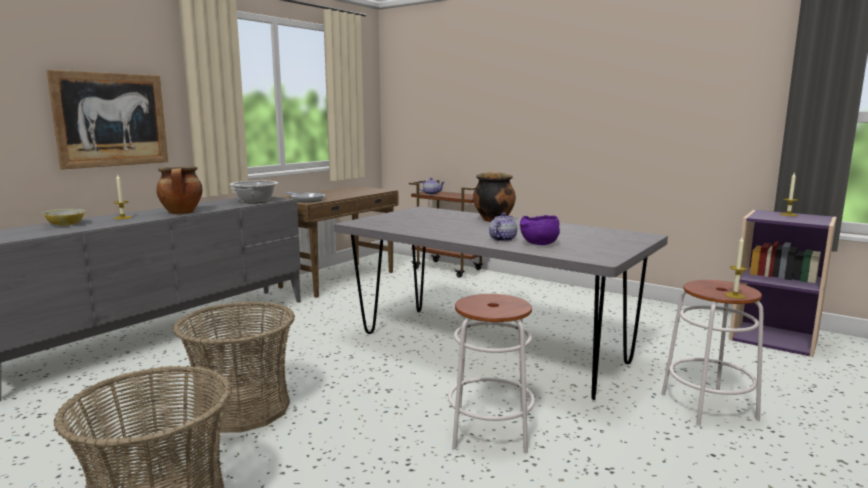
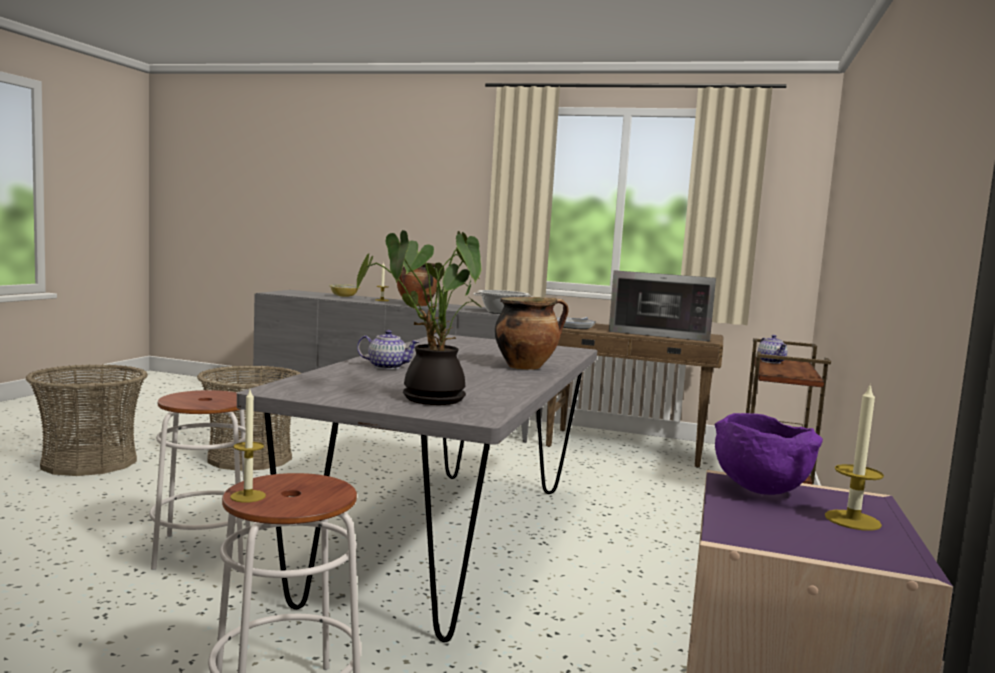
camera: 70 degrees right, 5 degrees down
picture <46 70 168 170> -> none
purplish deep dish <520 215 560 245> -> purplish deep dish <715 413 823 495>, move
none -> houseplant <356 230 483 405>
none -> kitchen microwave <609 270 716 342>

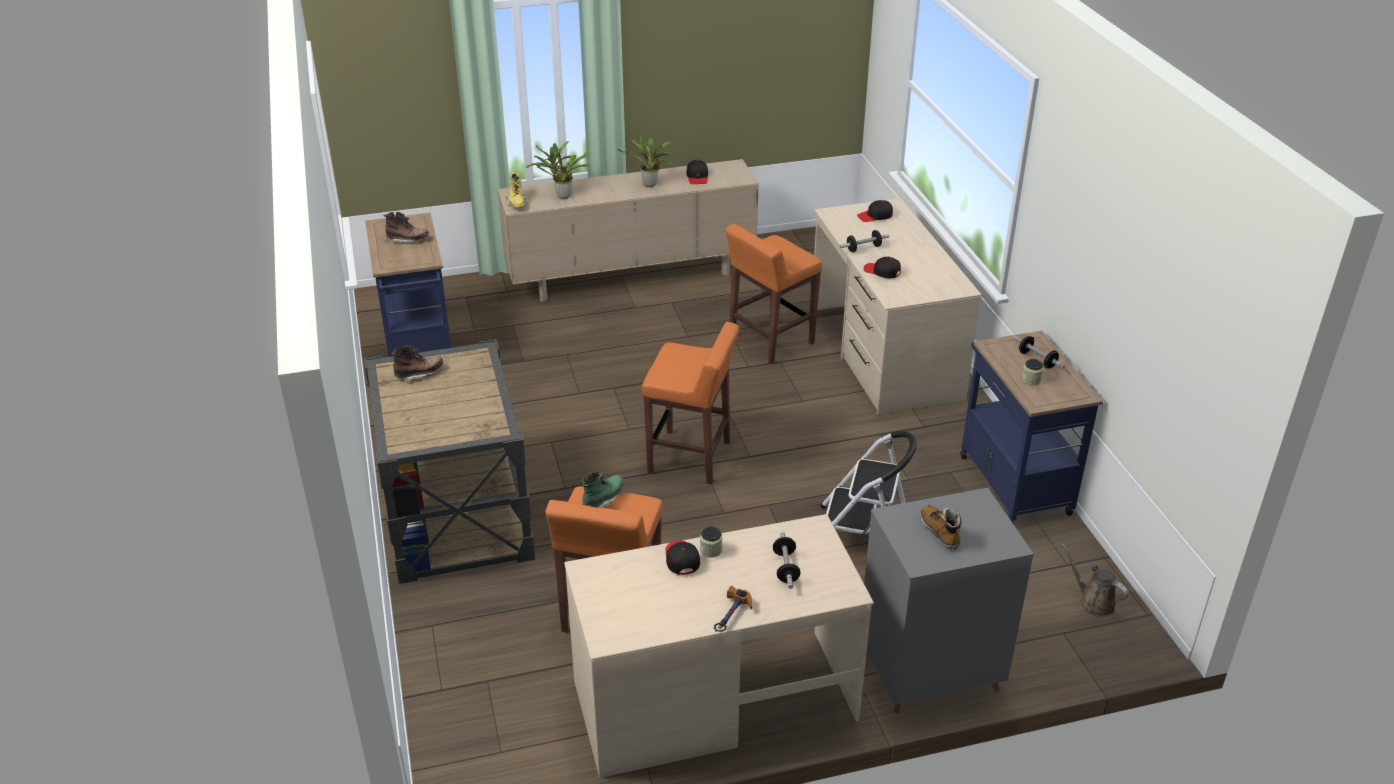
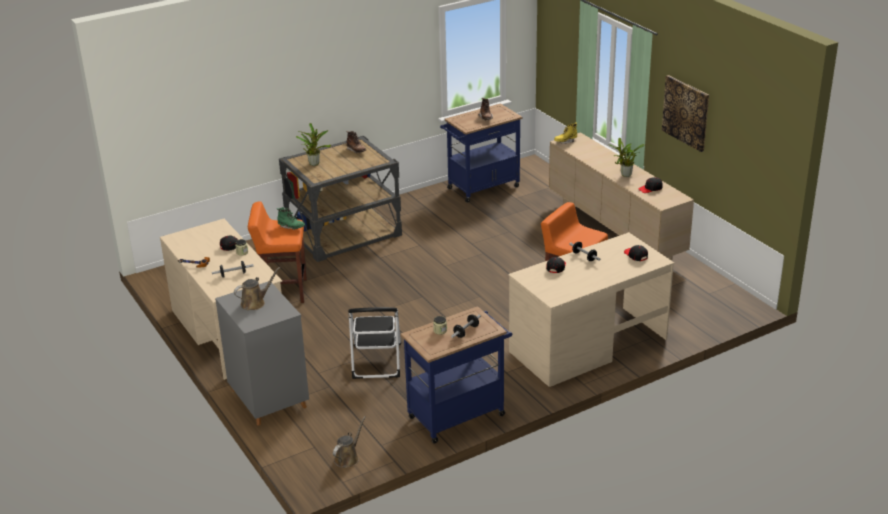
camera: 75 degrees right, 5 degrees down
houseplant <526 141 590 199> -> houseplant <296 123 331 166>, move
orange-coloured sitting stool <642 322 739 484> -> none
high-top boot <920 505 961 550> -> brown-coloured watering can <234 267 280 310>
none -> picture <662 75 709 152>

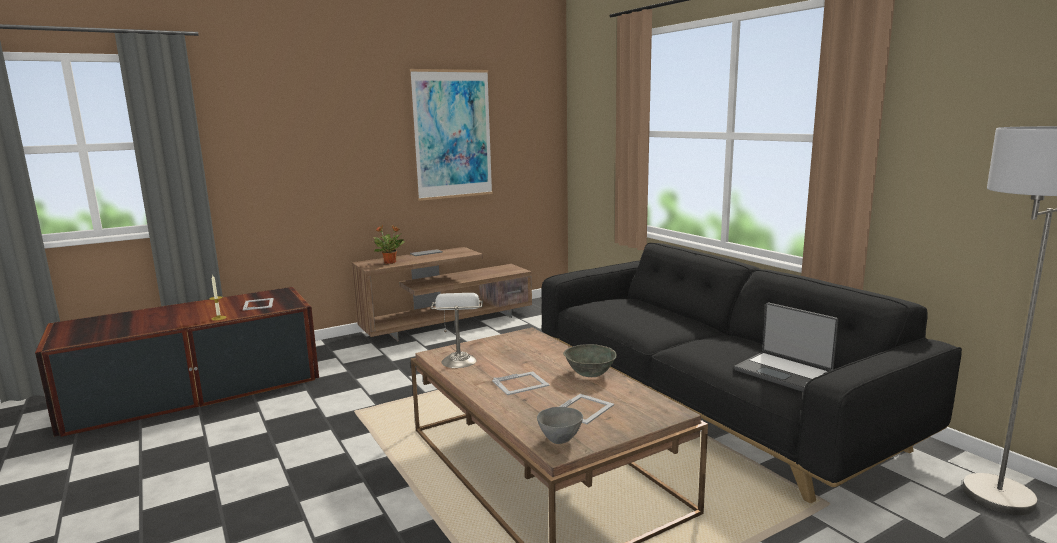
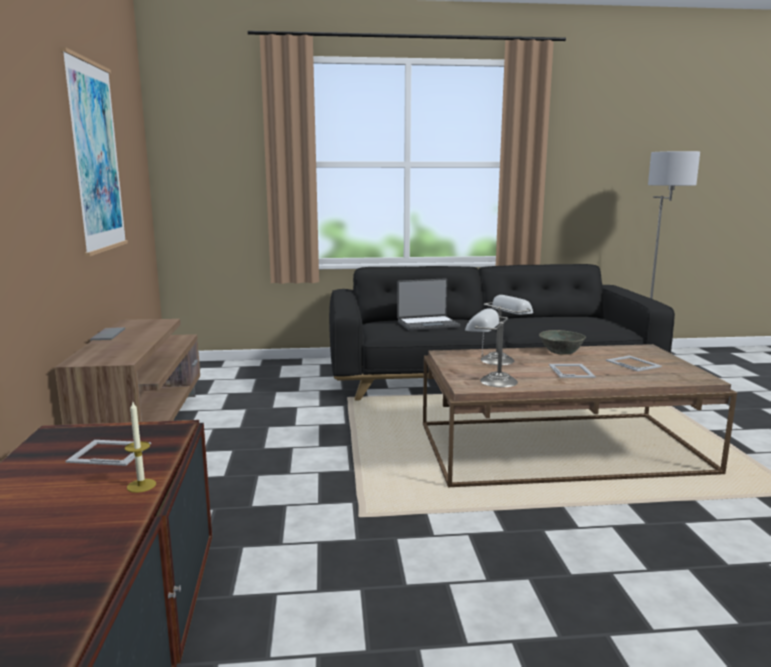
camera: 65 degrees left, 0 degrees up
houseplant <373 225 405 264> -> none
laptop <734 302 839 392> -> laptop <397 278 460 331>, move
gray deep dish <537 407 583 444> -> none
none -> white table lamp <481 295 533 365>

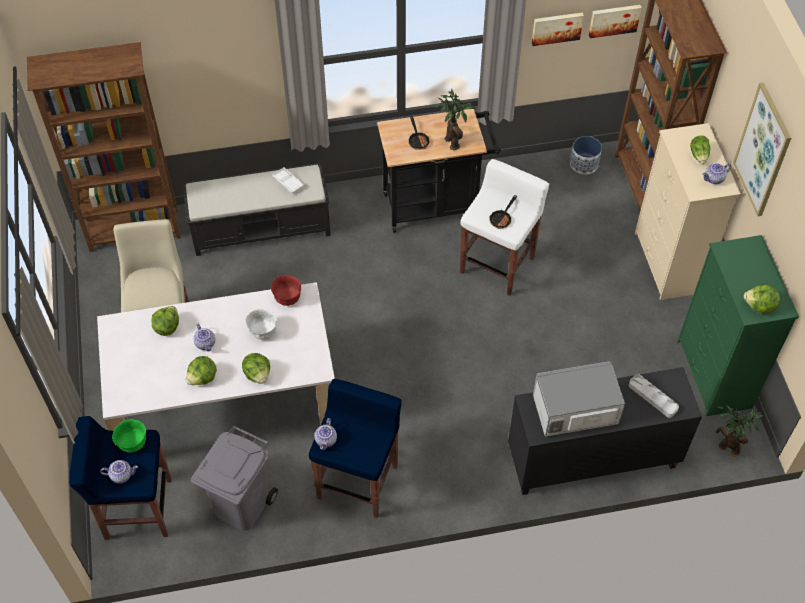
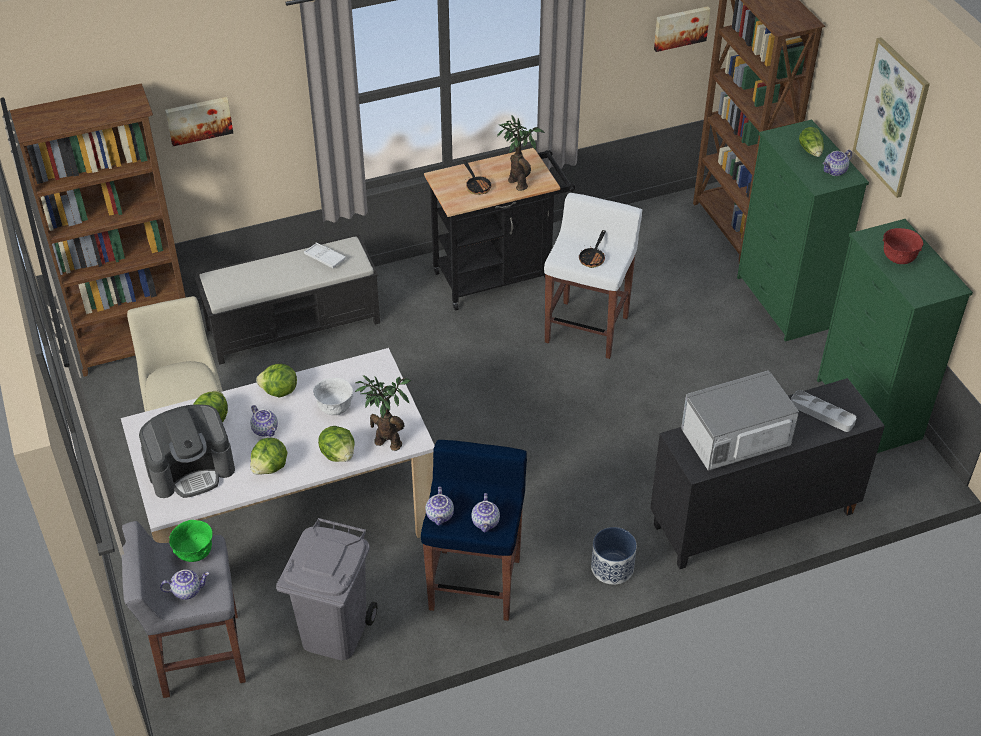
camera: 10 degrees left, 10 degrees down
picture <532 12 584 46> -> picture <165 97 233 146>, move
beige chest of drawers <635 123 741 300> -> green-coloured chest of drawers <737 120 869 341>
planter <570 136 602 174> -> planter <591 527 637 585>, move
red-coloured deep dish <271 275 301 306> -> red-coloured deep dish <883 228 923 264>, move
lettuce <744 285 780 314> -> lettuce <256 364 297 398>, move
houseplant <716 405 763 456> -> houseplant <355 375 411 451>, move
bluish sitting stool <69 416 172 540> -> gray sitting stool <121 521 246 698>
none -> coffee maker <139 404 235 498>
none -> teapot <471 493 500 532>

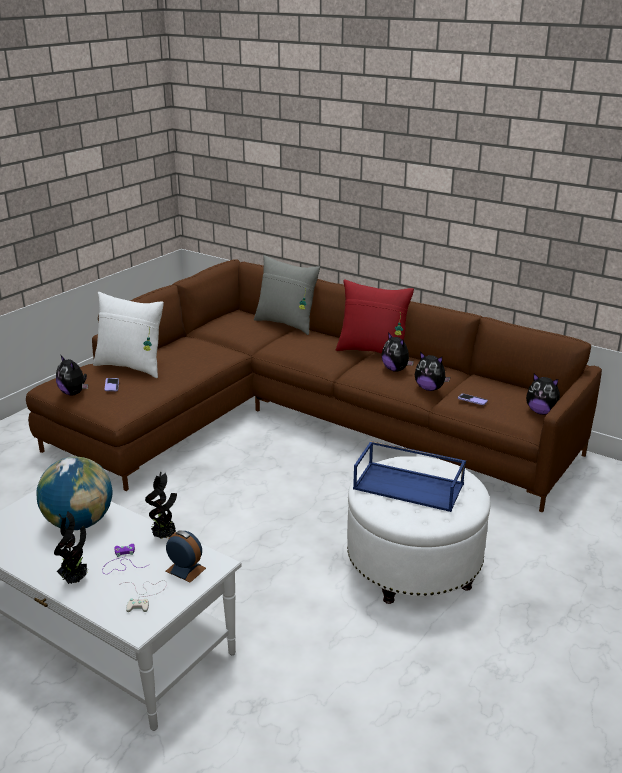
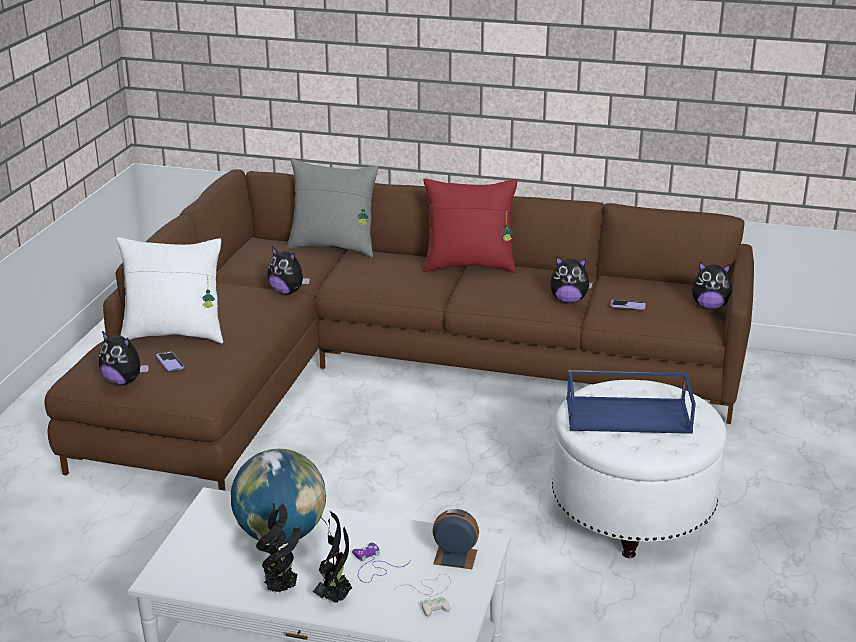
camera: 20 degrees left, 0 degrees up
cuddly toy <381 332 414 372> -> cuddly toy <267 247 310 295>, move
houseplant <145 472 177 539> -> houseplant <256 503 301 592>, move

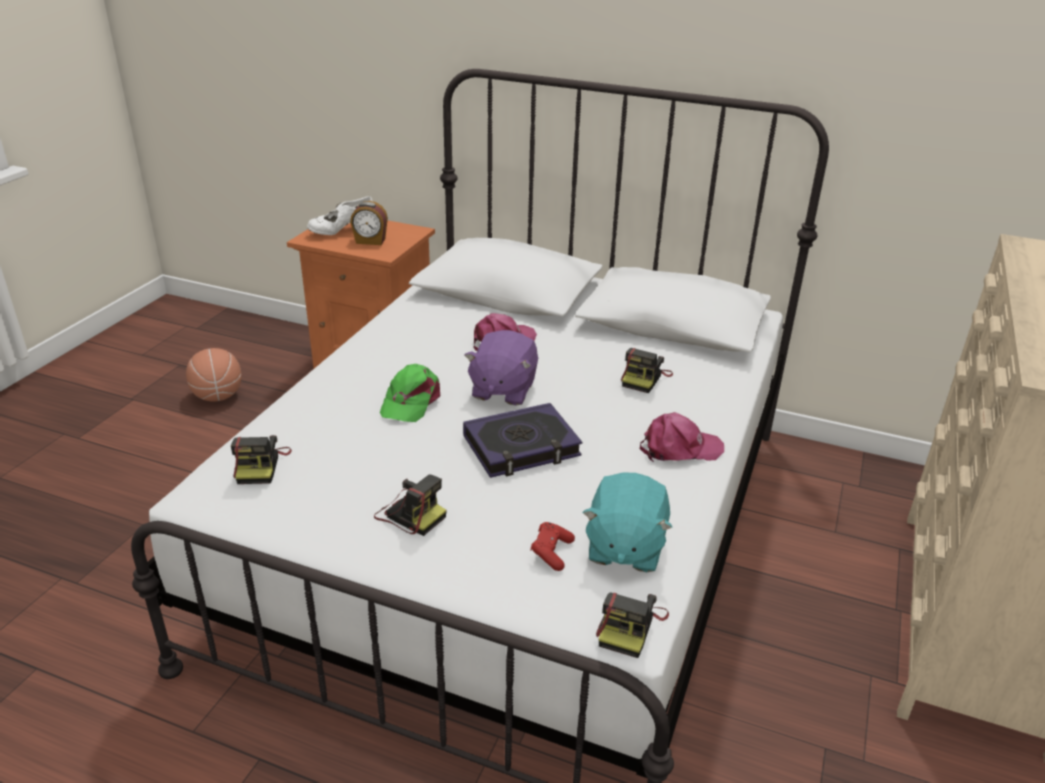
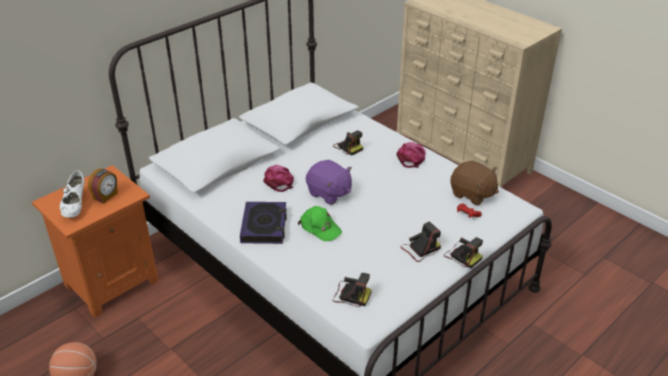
camera: 65 degrees left, 5 degrees up
book <463 403 582 478> -> book <240 202 287 244>, move
turquoise-coloured cuddly toy <582 472 672 572> -> brown-coloured cuddly toy <451 160 499 206>
photo camera <596 593 669 658> -> photo camera <444 237 483 268>, move

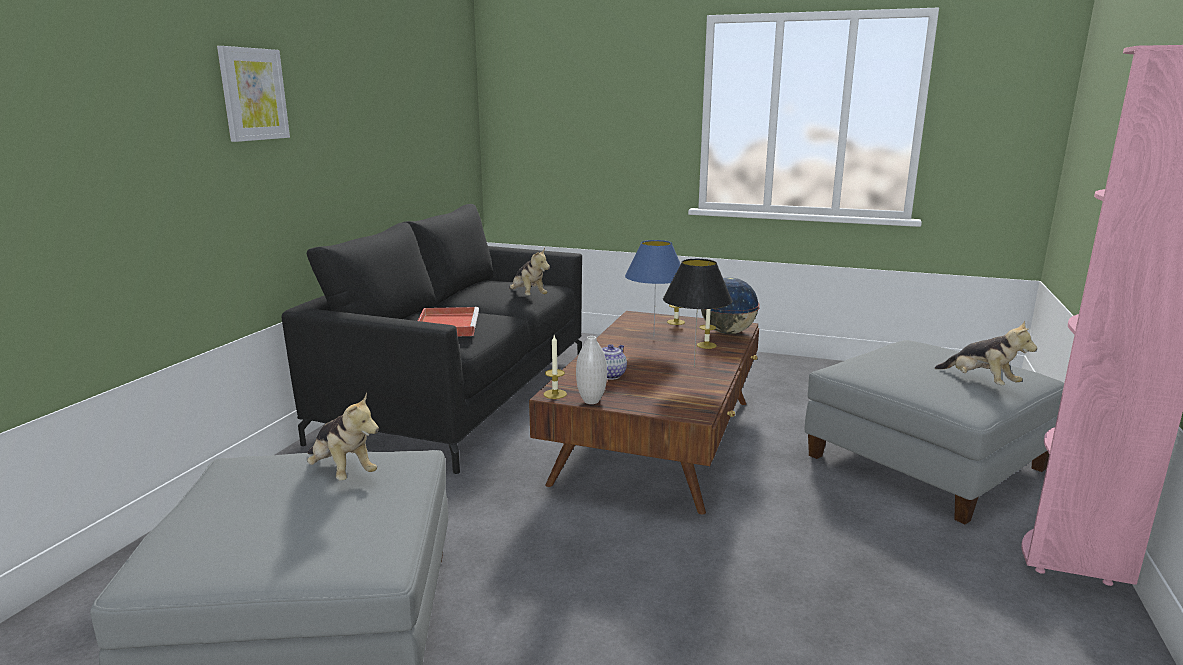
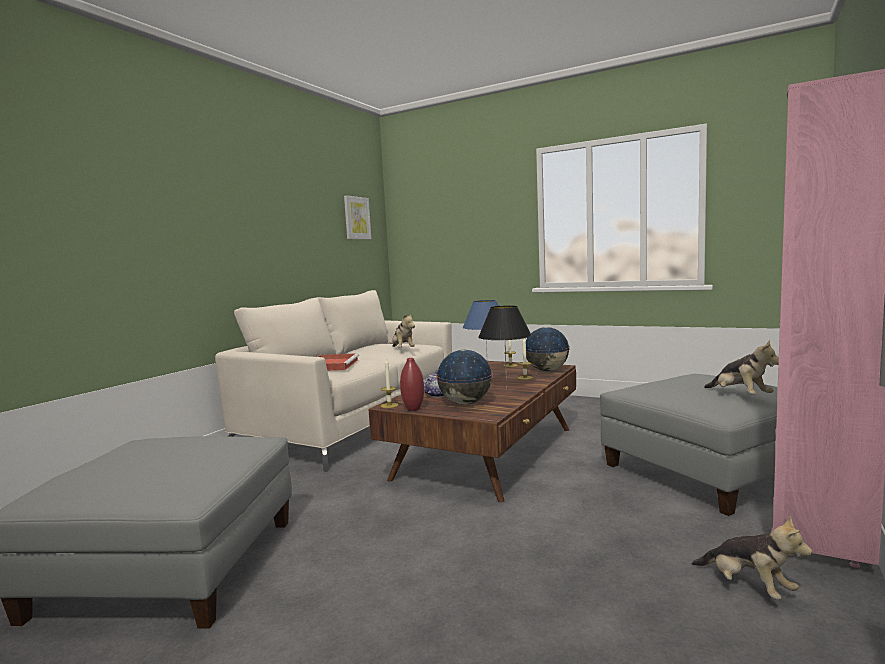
camera: 10 degrees right, 10 degrees down
picture <217 46 290 142> -> picture <344 196 371 239>, move
black couch <282 204 582 474> -> beige couch <215 290 452 472>
white decorative vase <576 336 607 404> -> red-coloured decorative vase <400 358 424 411>
cuddly toy <307 392 379 480> -> cuddly toy <692 516 812 600>, move
none -> desk globe <436 350 493 405>

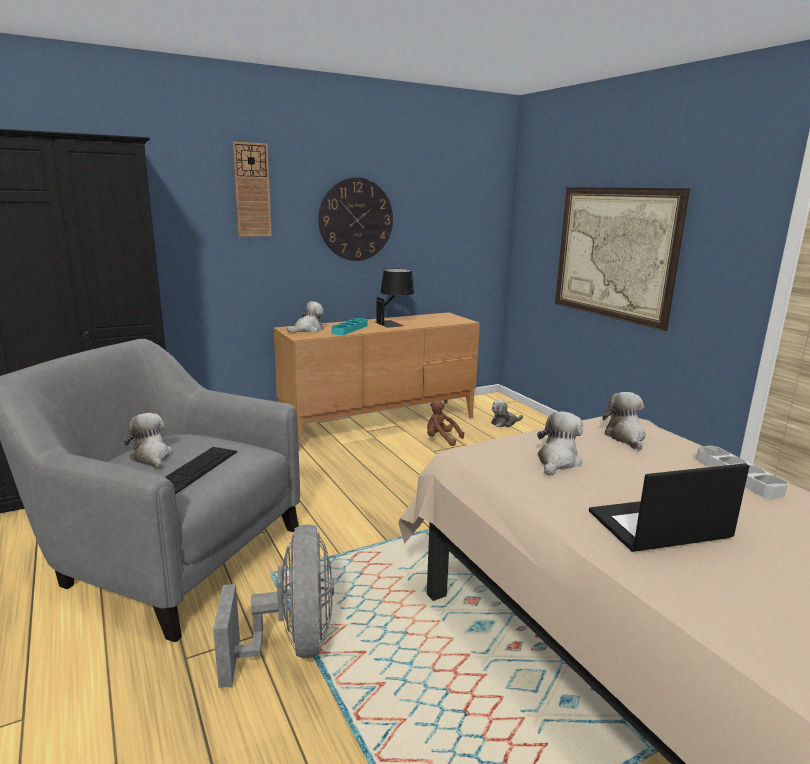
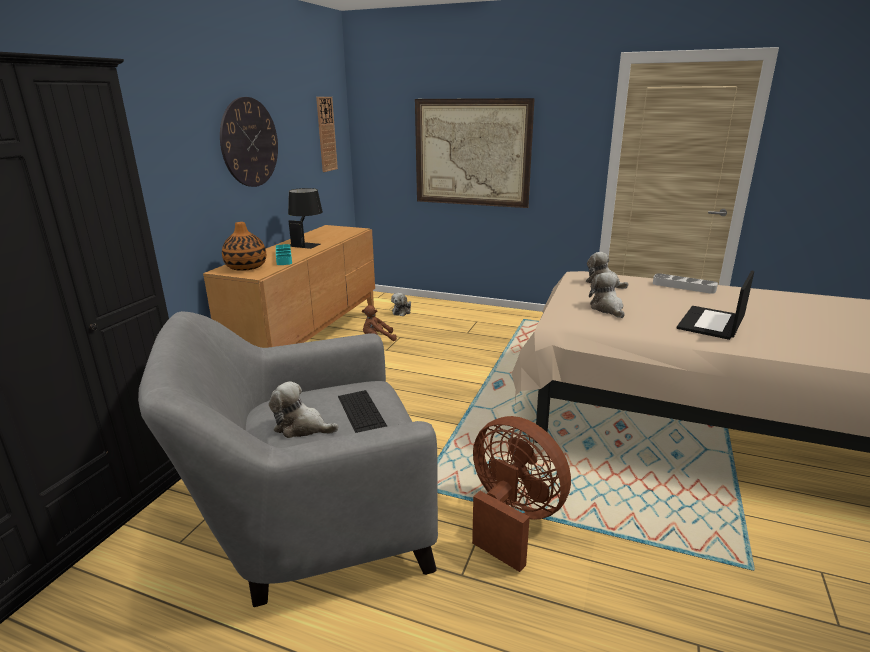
camera: 40 degrees left, 5 degrees up
clock on the wall <233 142 272 237> -> clock on the wall <316 97 338 172>, move
cuddly toy <287 301 324 333> -> decorative vase <222 222 266 271>
gray fan <213 524 334 688> -> brown-coloured fan <472 416 571 572>

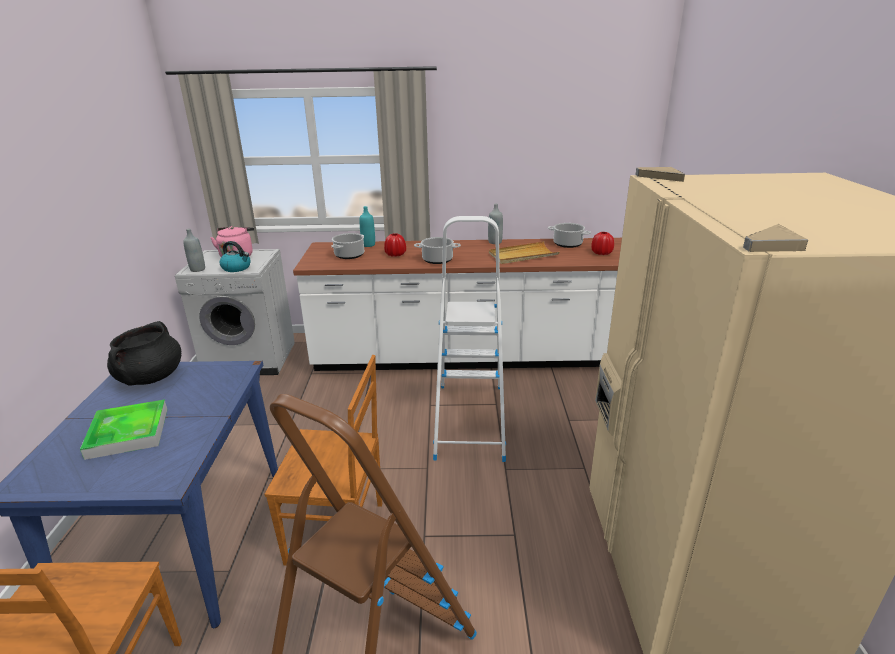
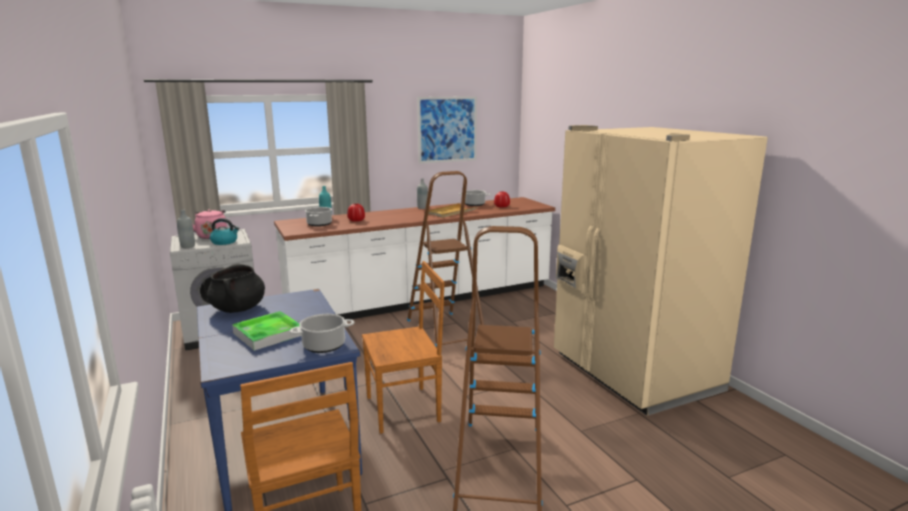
camera: 25 degrees left, 10 degrees down
white step stool <433 216 506 462> -> brown-coloured step stool <407 171 484 348>
stockpot <414 237 461 264> -> stockpot <290 314 355 353>, move
none -> picture <417 96 477 164>

